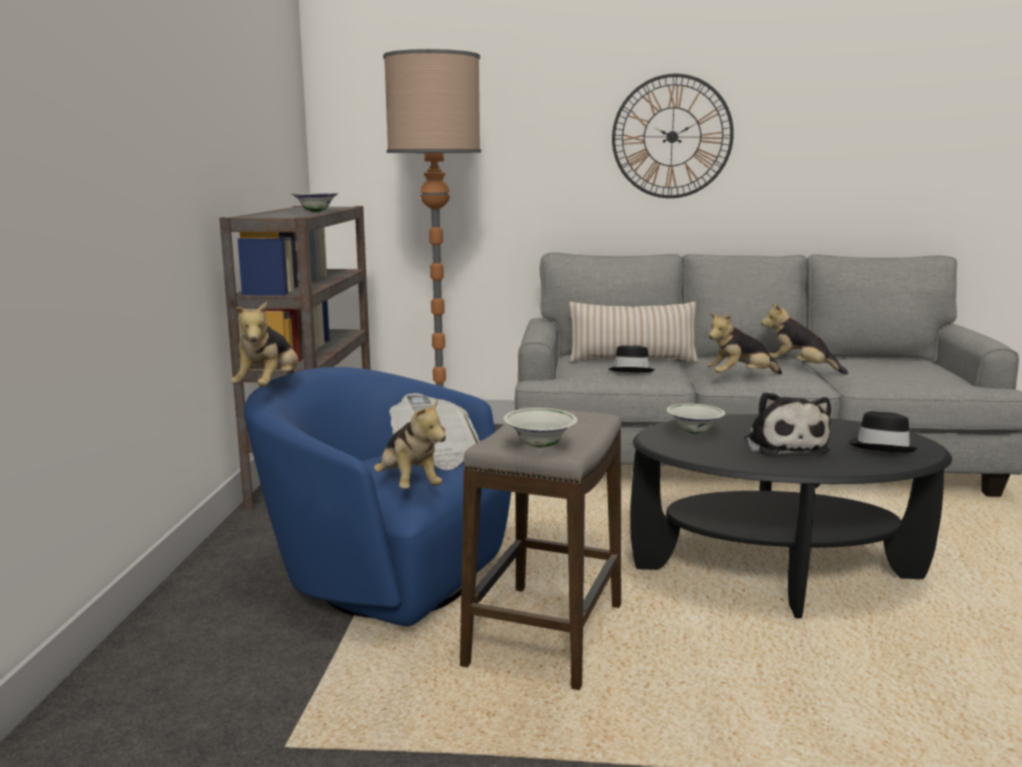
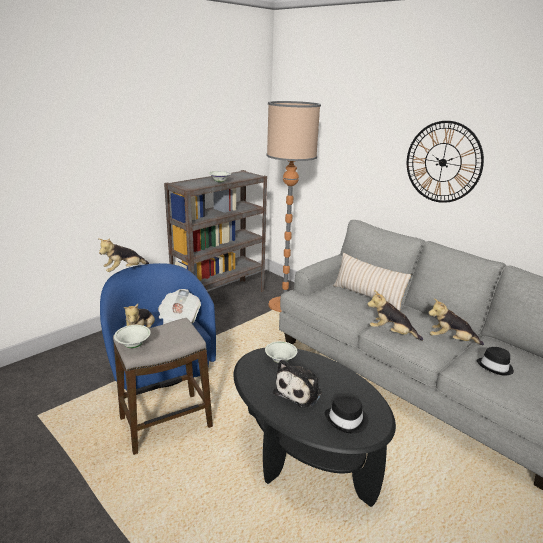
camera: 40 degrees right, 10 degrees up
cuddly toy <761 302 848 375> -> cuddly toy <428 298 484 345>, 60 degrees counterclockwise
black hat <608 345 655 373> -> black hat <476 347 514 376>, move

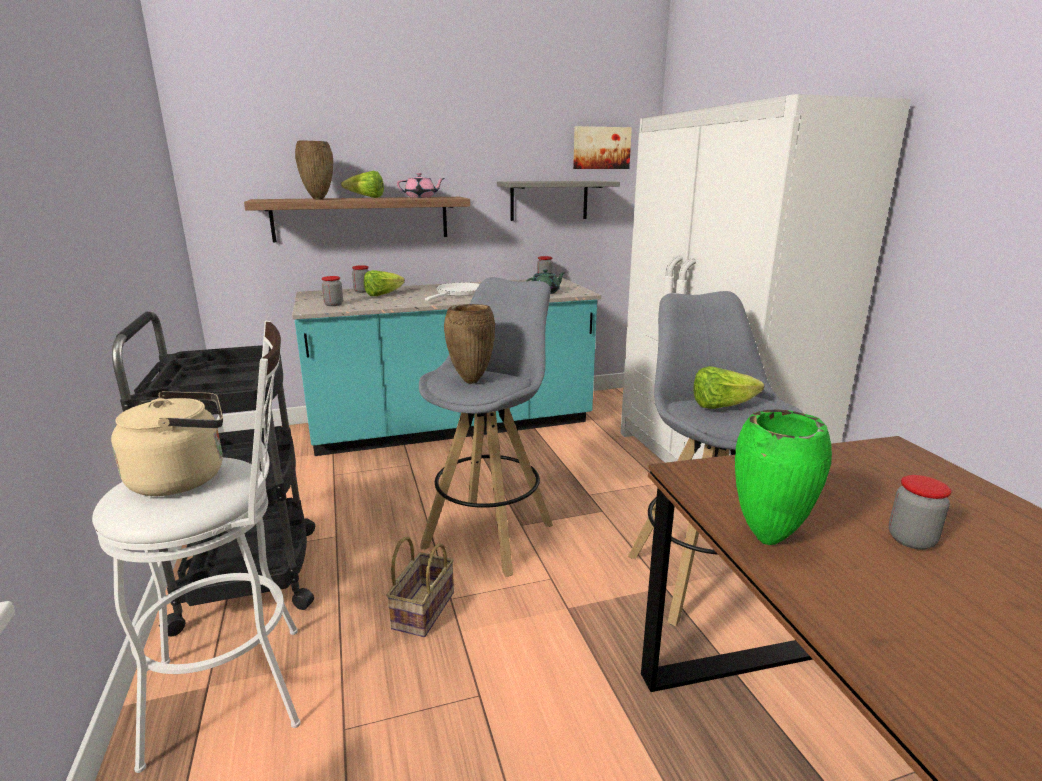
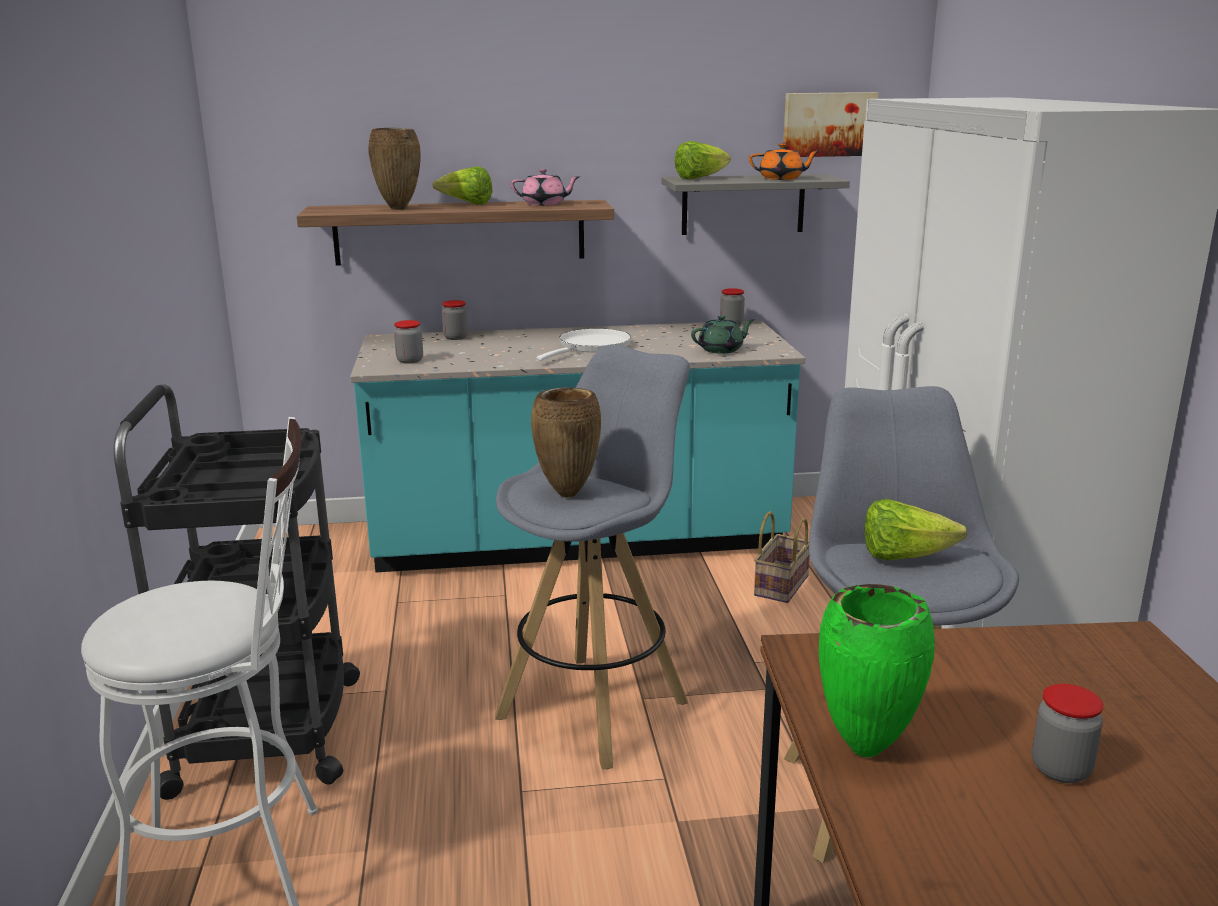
camera: 10 degrees right, 0 degrees up
lettuce <364 270 405 296> -> lettuce <675 141 731 179>, move
beige kettle <111 391 223 496> -> none
household basket <386 537 454 637> -> household basket <754 512 810 603>, move
none -> orange-coloured teapot <749 143 820 180>

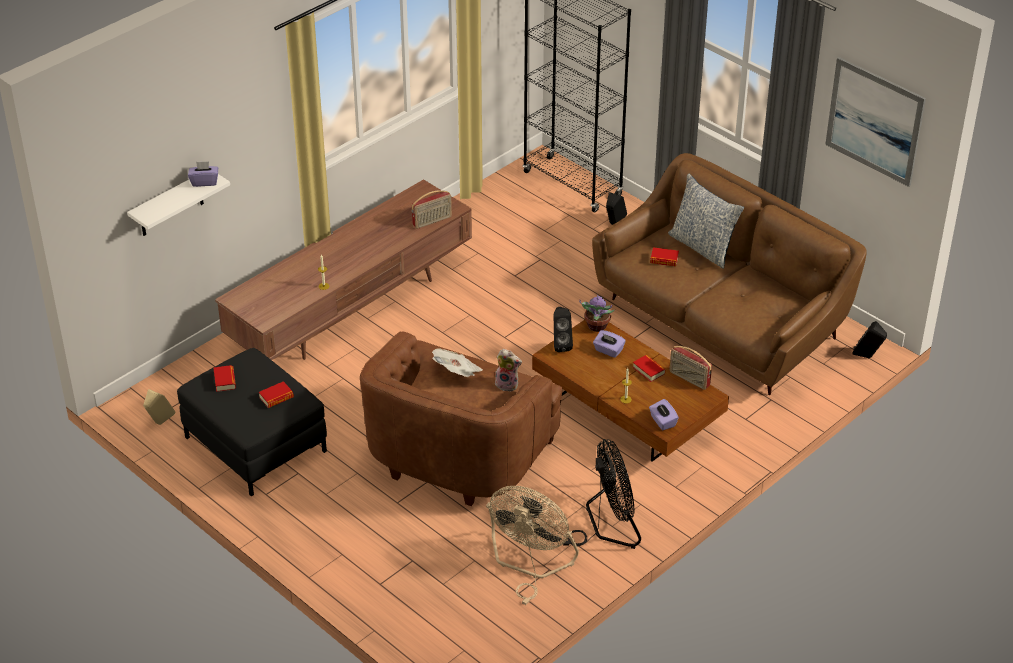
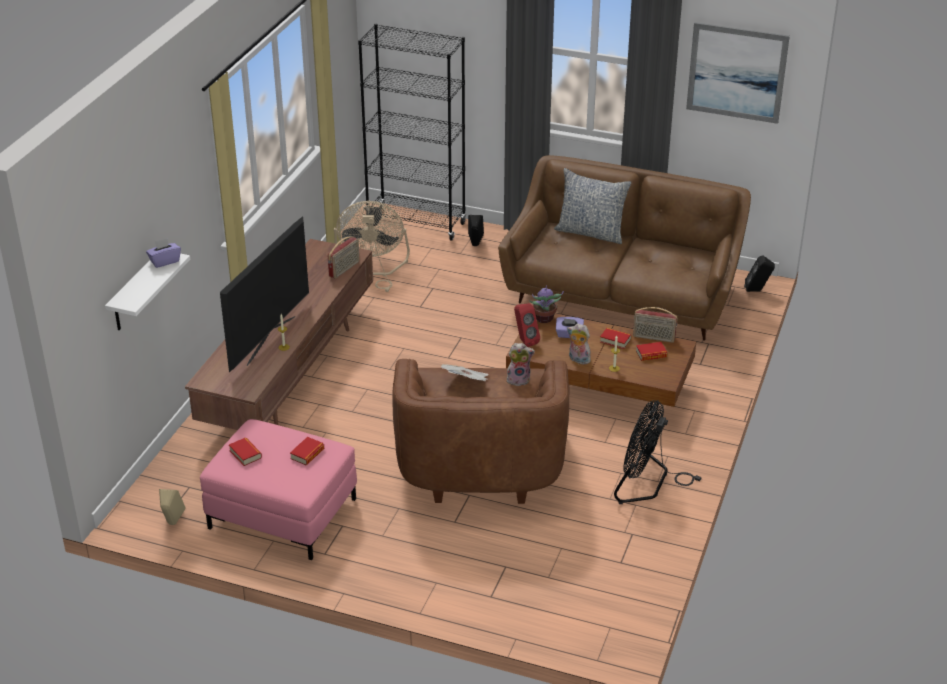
camera: 25 degrees left, 5 degrees down
book <650 247 679 267> -> book <636 342 667 361>, move
black loudspeaker <554 307 573 352> -> red-coloured loudspeaker <514 303 540 347>
black footrest <177 348 327 496> -> pink-coloured footrest <200 419 357 560>
purplish tissue holder <649 399 679 430> -> none
black fan <561 439 641 549> -> black fan <614 400 702 505>, 120 degrees counterclockwise
beige fan <486 486 579 605> -> beige fan <334 201 410 292>, move
none -> TV set <220 216 309 372>
none -> cuddly toy <567 323 591 364>

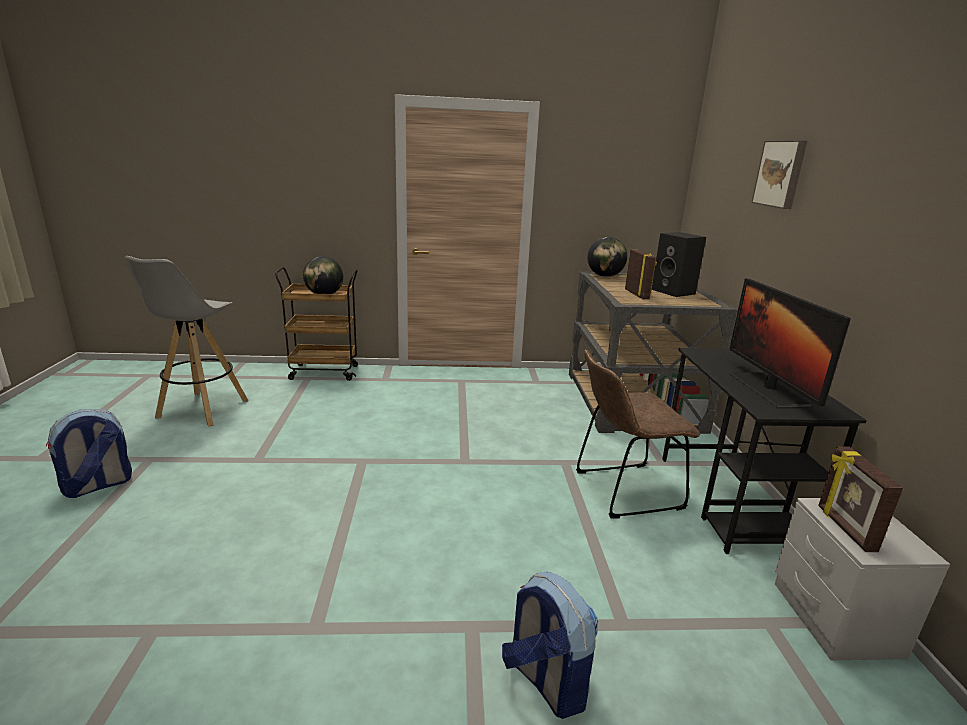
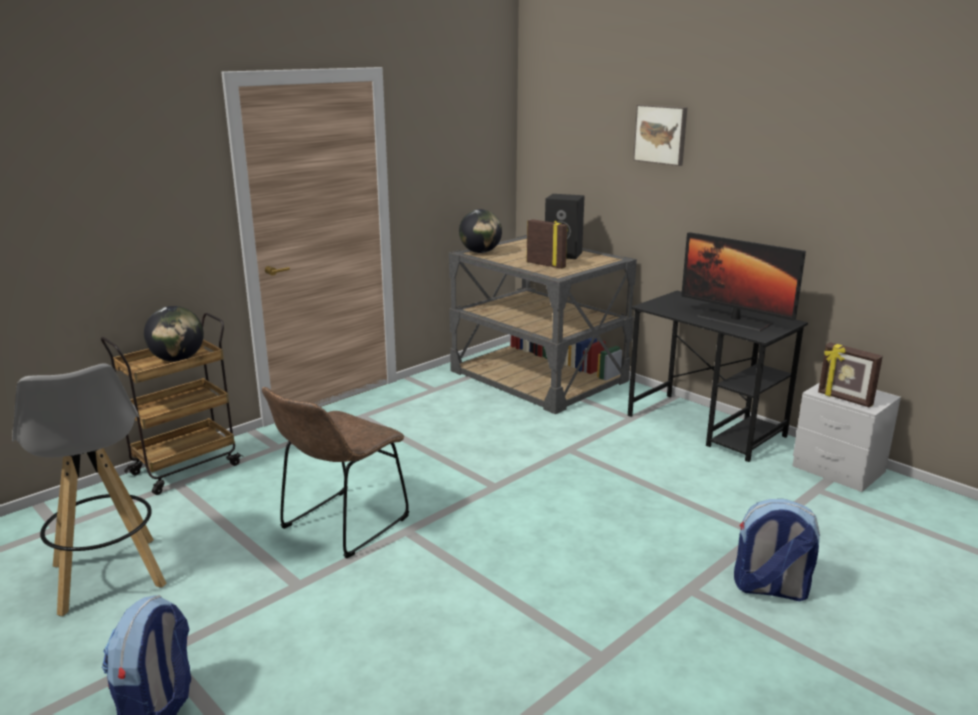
camera: 40 degrees left, 0 degrees up
brown-coloured plain chair <576 350 700 518> -> brown-coloured plain chair <262 387 409 558>, move

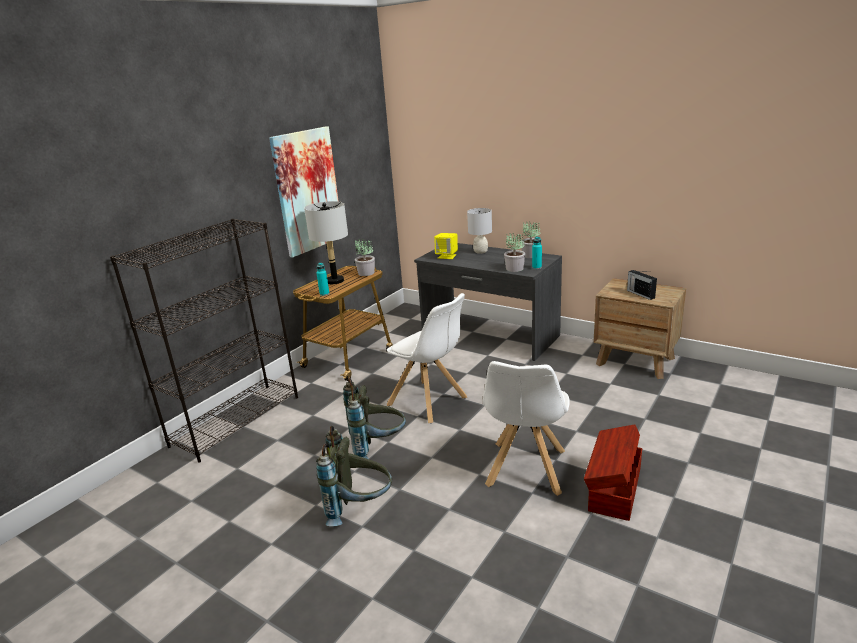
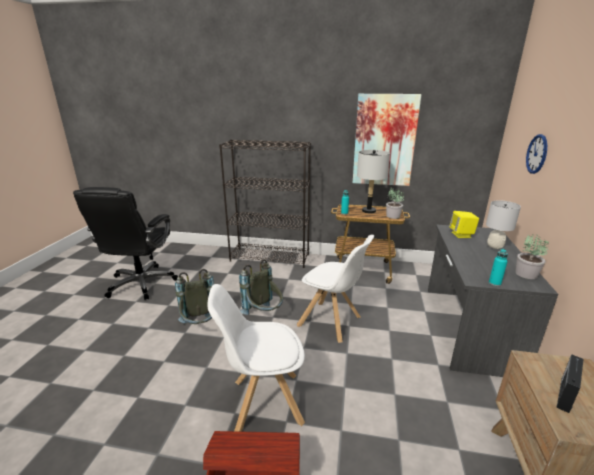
camera: 65 degrees right, 0 degrees up
houseplant <504 233 525 272> -> none
white plain chair <387 293 467 423> -> white plain chair <297 235 374 343>, 75 degrees counterclockwise
none -> clock on the wall <526 134 547 174>
none -> black office chair <73 187 178 300>

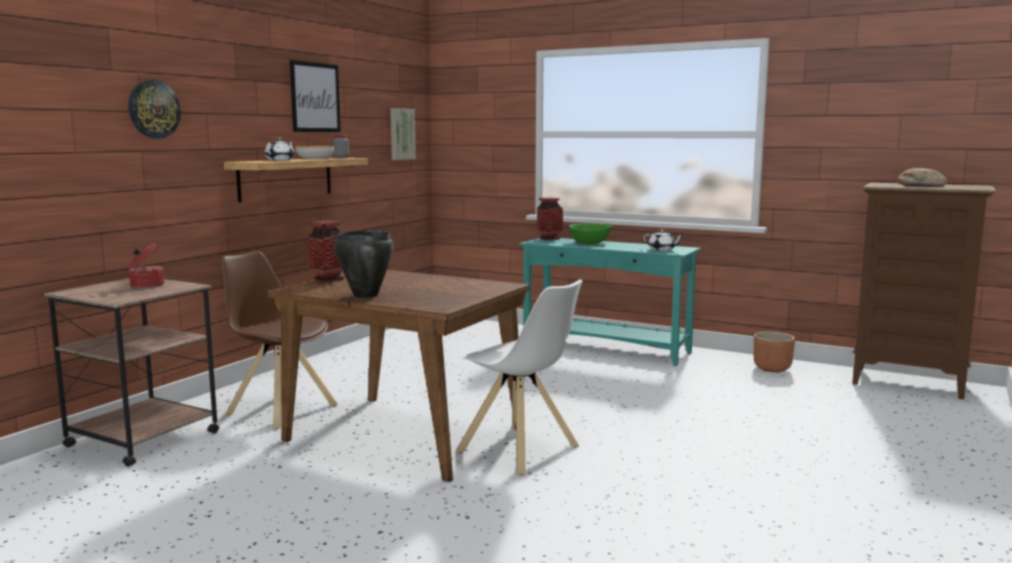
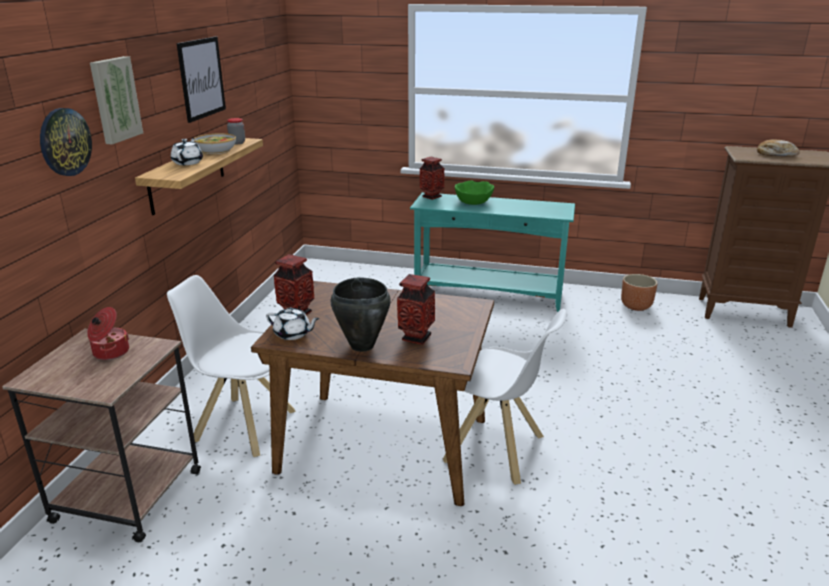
camera: 15 degrees left, 15 degrees up
picture <390 108 416 160> -> picture <90 56 143 144>, move
white teapot <643 229 684 251> -> white teapot <266 308 320 340>, move
brown-coloured plain chair <221 251 338 429> -> white plain chair <167 275 296 457>
none -> decorative vase <397 274 435 345>

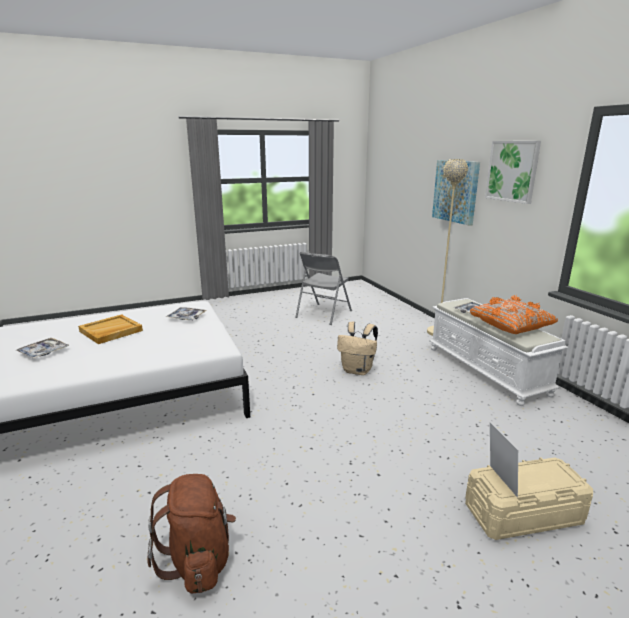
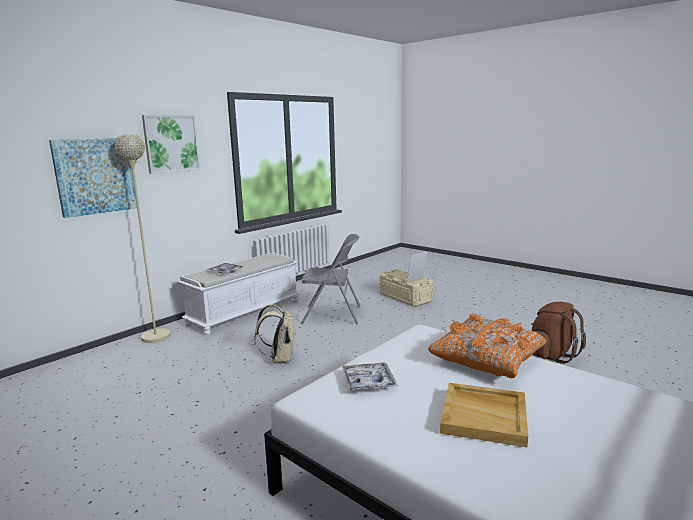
camera: 115 degrees left, 5 degrees down
gray plain chair <295 252 352 325> -> gray plain chair <301 234 361 325>, move
orange-coloured cushion <470 295 558 334> -> orange-coloured cushion <428 312 547 378>, move
carrying tray <17 338 69 358> -> none

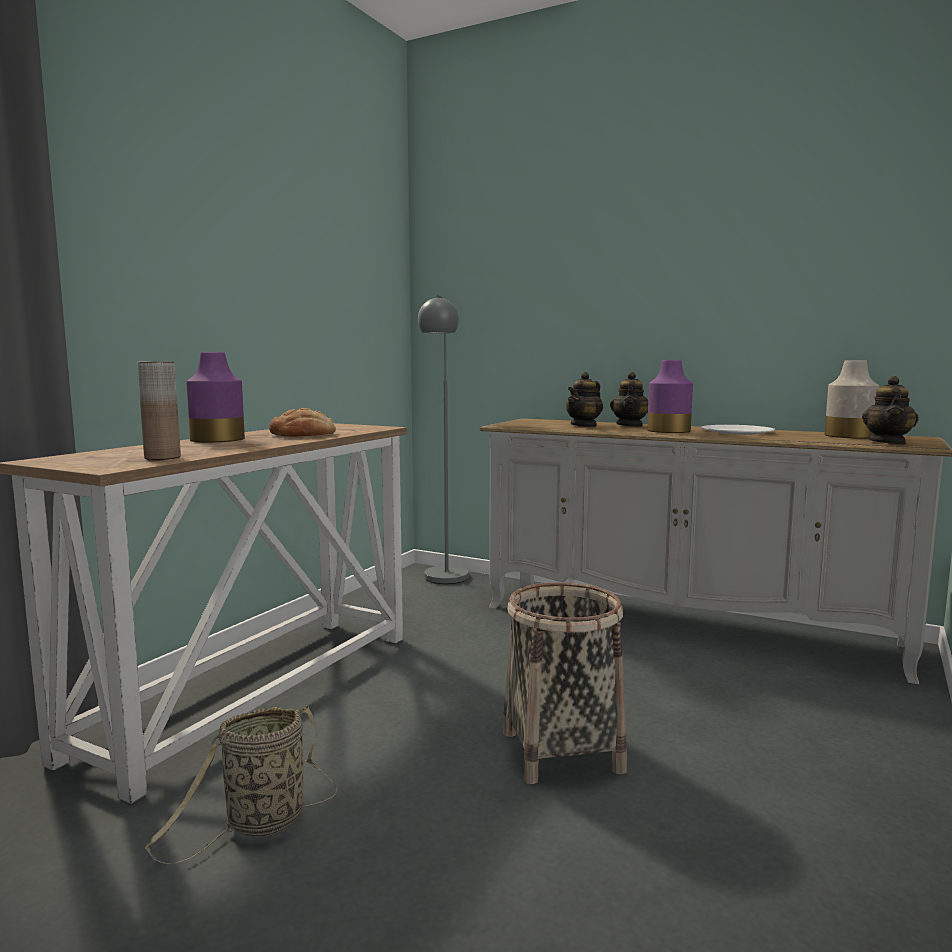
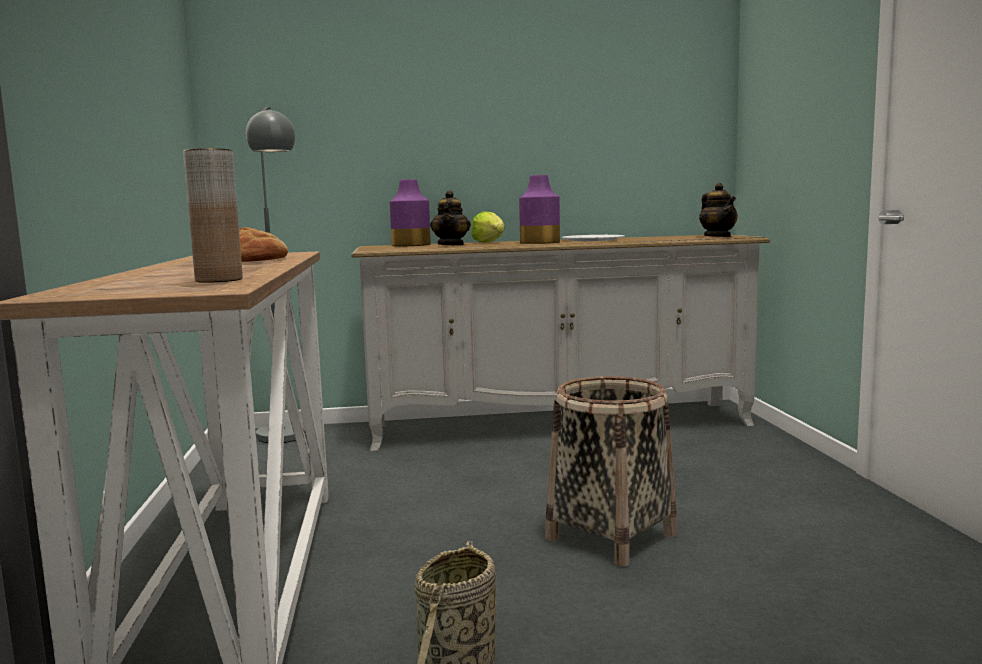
camera: 35 degrees left, 0 degrees up
purplish decorative vase <186 352 245 442> -> purplish decorative vase <390 179 431 246>, move
beige decorative vase <825 360 879 439> -> none
teapot <610 372 648 427> -> lettuce <471 211 504 243>

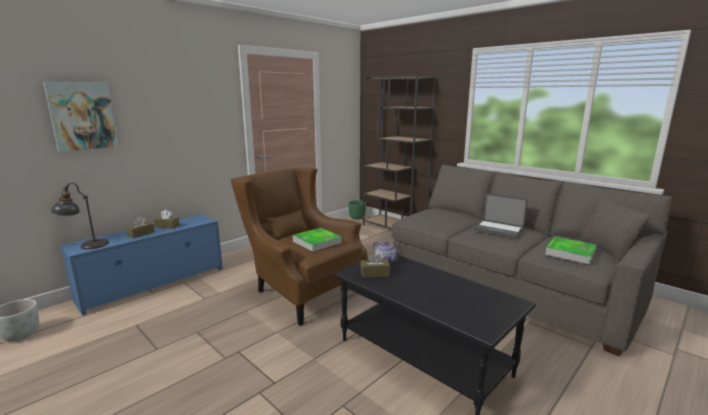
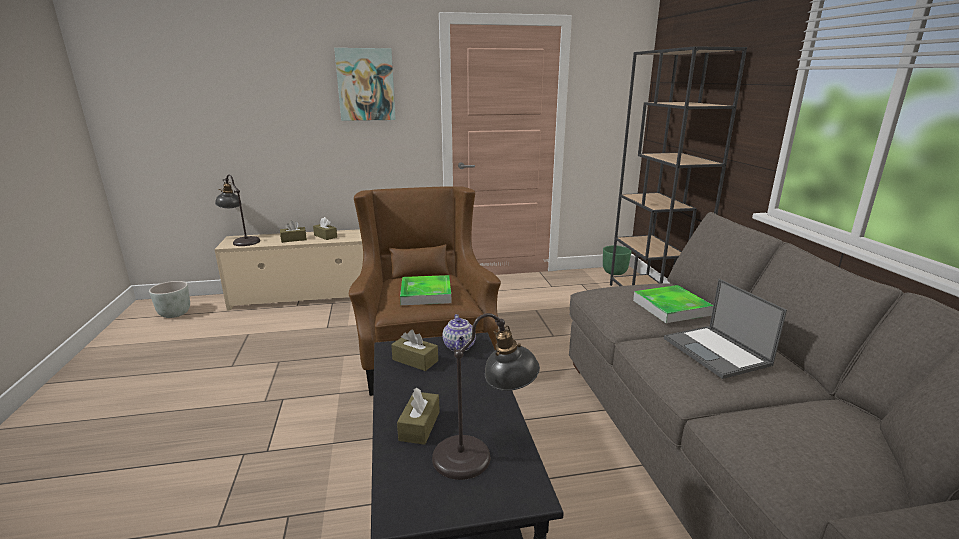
camera: 35 degrees right, 5 degrees up
picture <43 82 118 152> -> picture <334 48 396 121>, move
bluish media console <60 214 223 316> -> beige media console <214 229 363 311>
carrying tray <545 237 596 264> -> carrying tray <633 285 713 323>, move
none -> gray table lamp <432 313 540 480>
none -> brown-coloured tissue holder <397 388 440 445>

